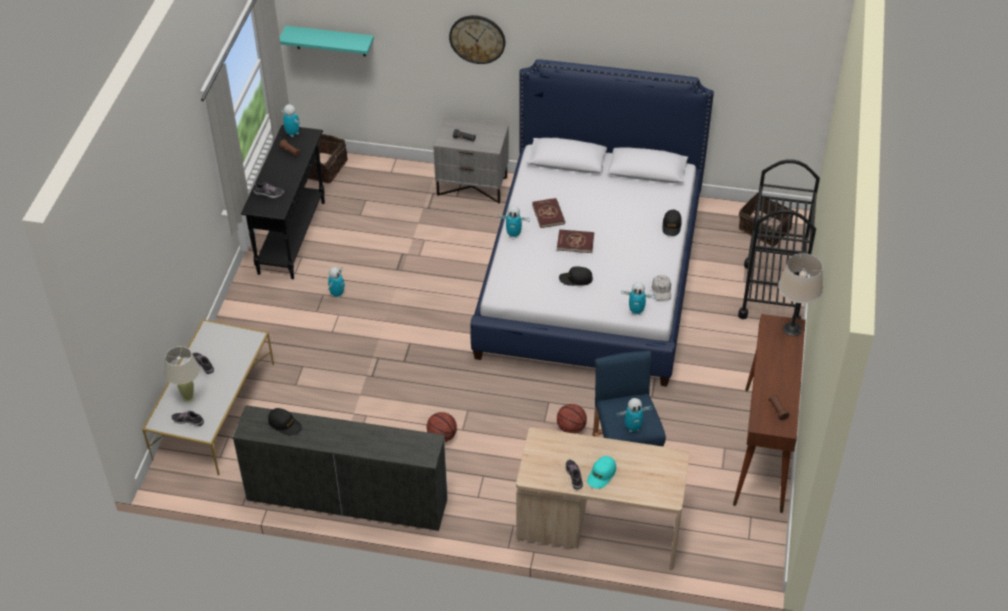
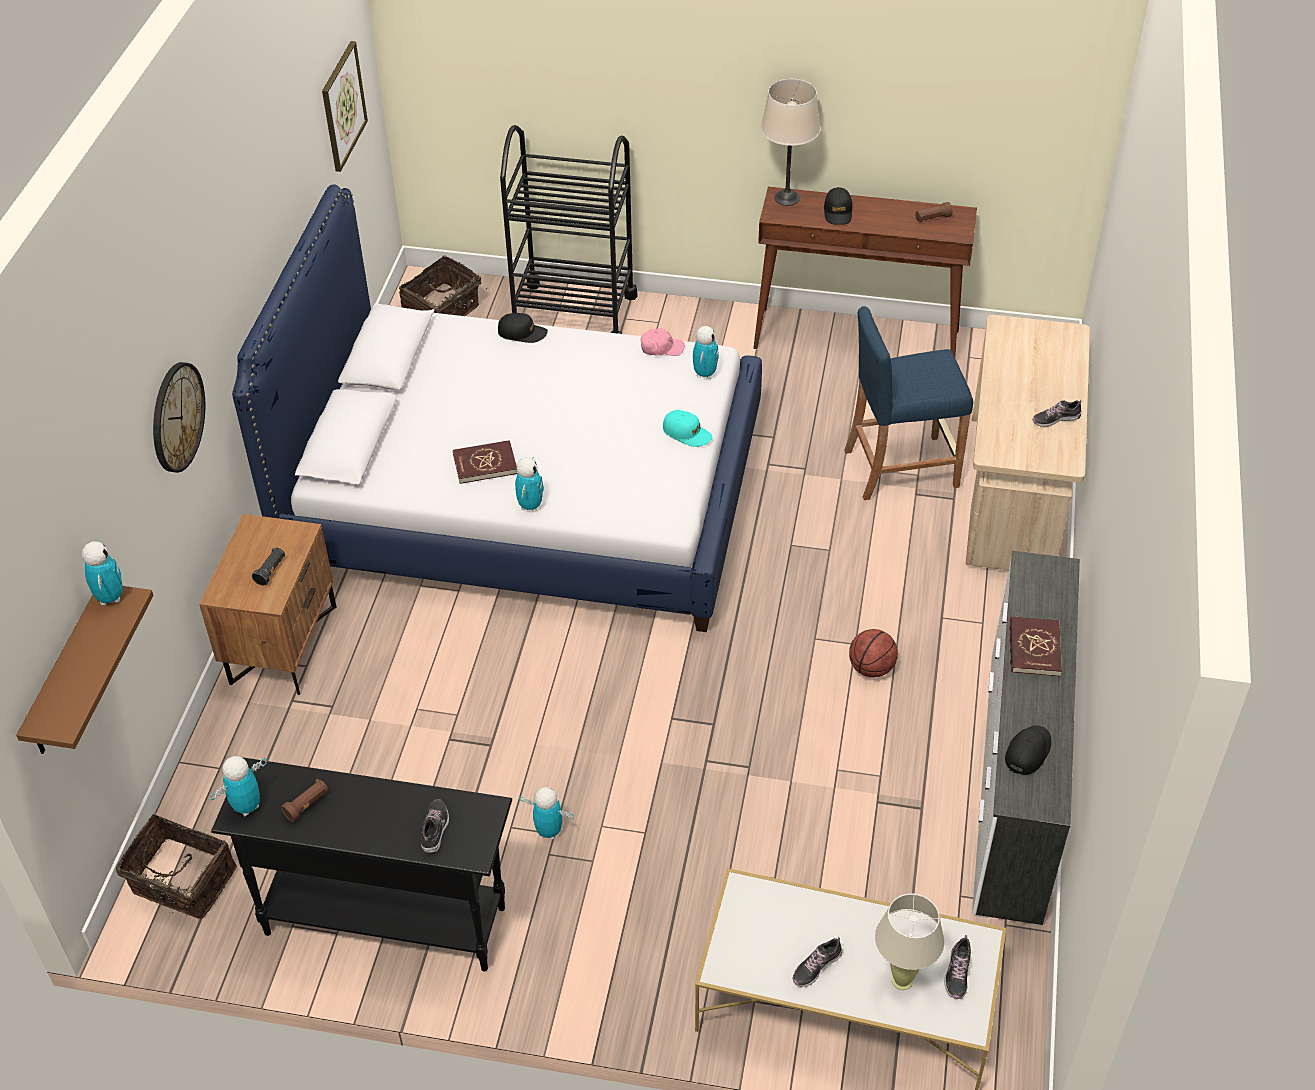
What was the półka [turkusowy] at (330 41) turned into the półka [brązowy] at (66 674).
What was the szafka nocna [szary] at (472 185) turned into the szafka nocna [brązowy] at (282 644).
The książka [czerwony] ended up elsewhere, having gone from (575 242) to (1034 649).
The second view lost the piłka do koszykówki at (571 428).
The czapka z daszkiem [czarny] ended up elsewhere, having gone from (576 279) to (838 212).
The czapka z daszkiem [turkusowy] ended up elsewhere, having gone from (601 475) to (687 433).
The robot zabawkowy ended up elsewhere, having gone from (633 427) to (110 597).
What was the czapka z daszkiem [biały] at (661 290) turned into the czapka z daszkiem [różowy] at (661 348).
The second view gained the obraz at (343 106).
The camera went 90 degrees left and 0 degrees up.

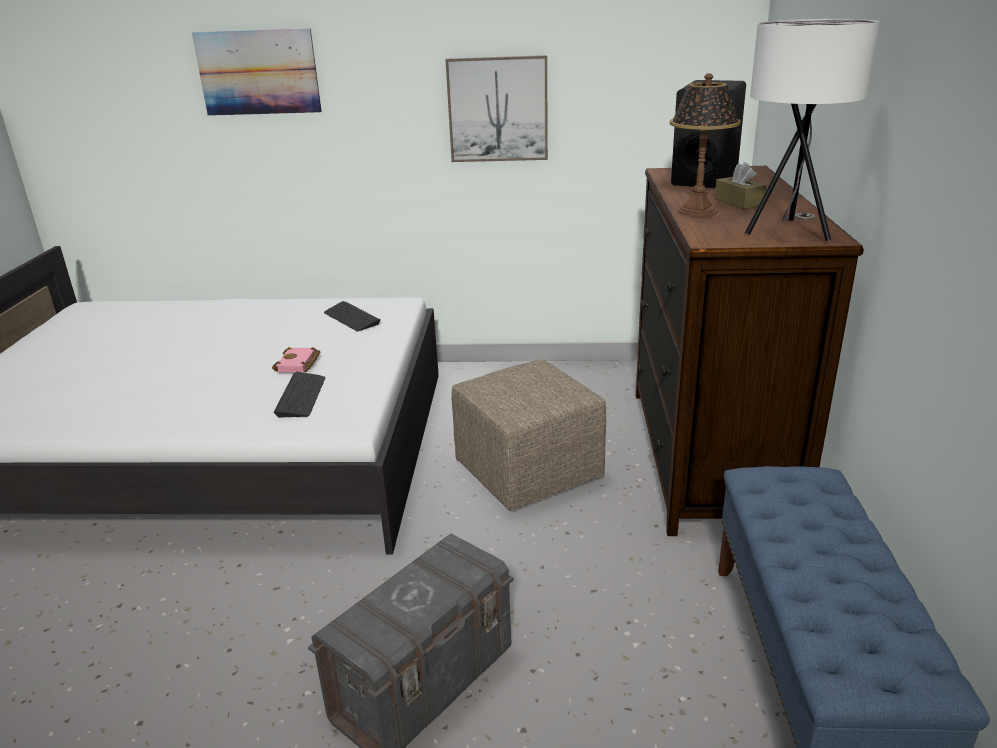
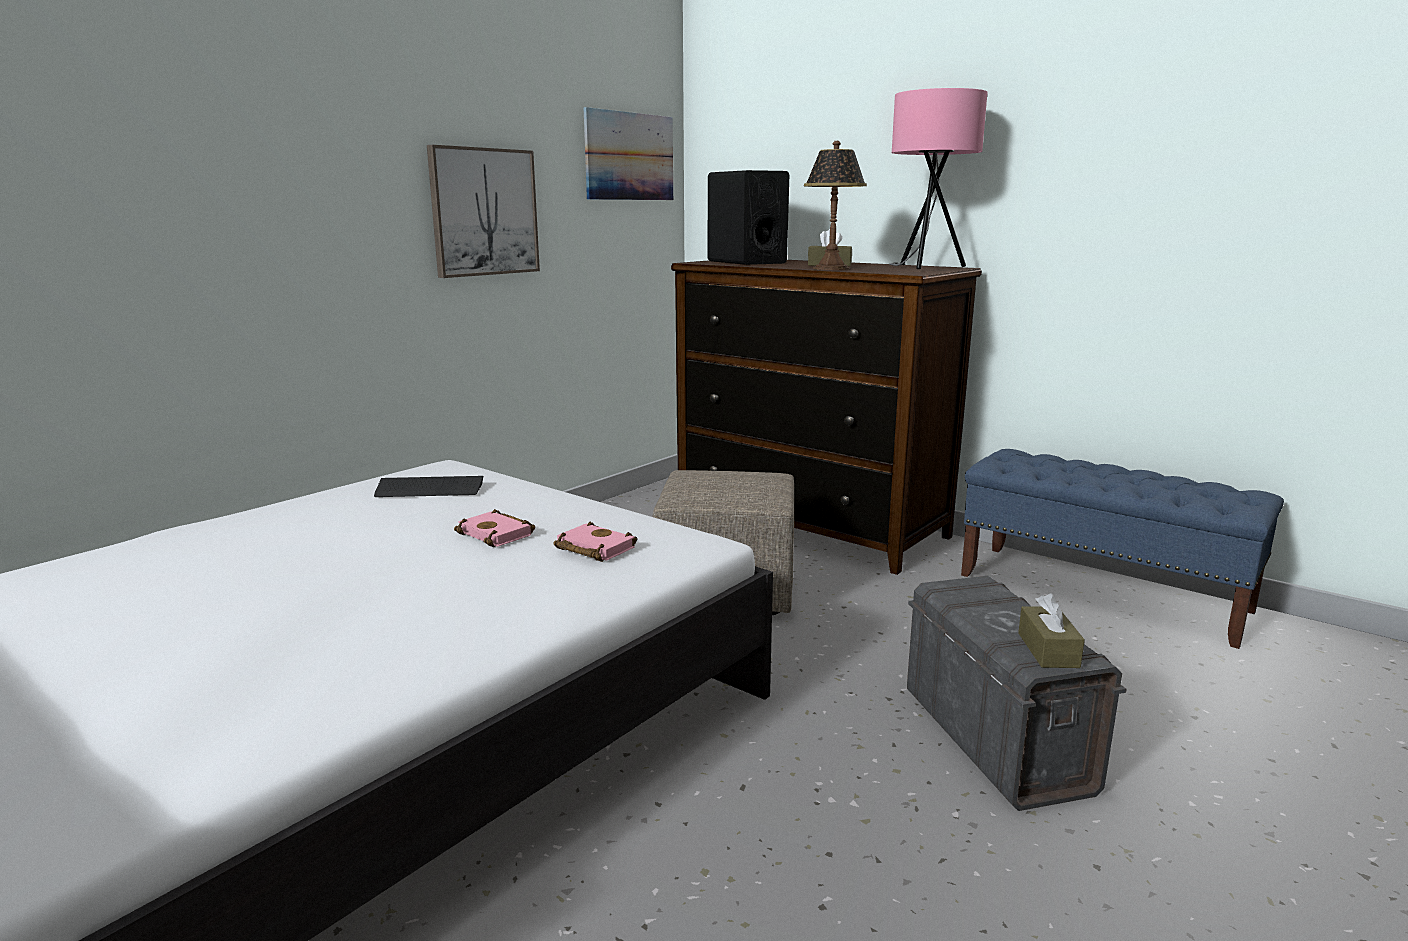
The obraz ended up elsewhere, having gone from (258 72) to (630 156).
Where the klawiatura stood at (301 396), the książka [różowy] came to stand at (592 549).
What was the lampa stołowa [biały] at (789 232) turned into the lampa stołowa [różowy] at (925 268).
The second view gained the pudełko chusteczek [brązowy] at (1048 650).
The camera went 55 degrees left and 10 degrees down.

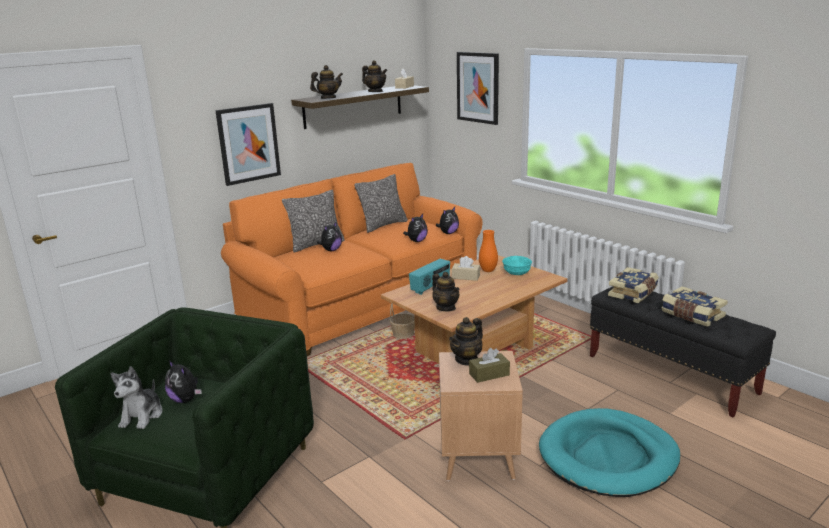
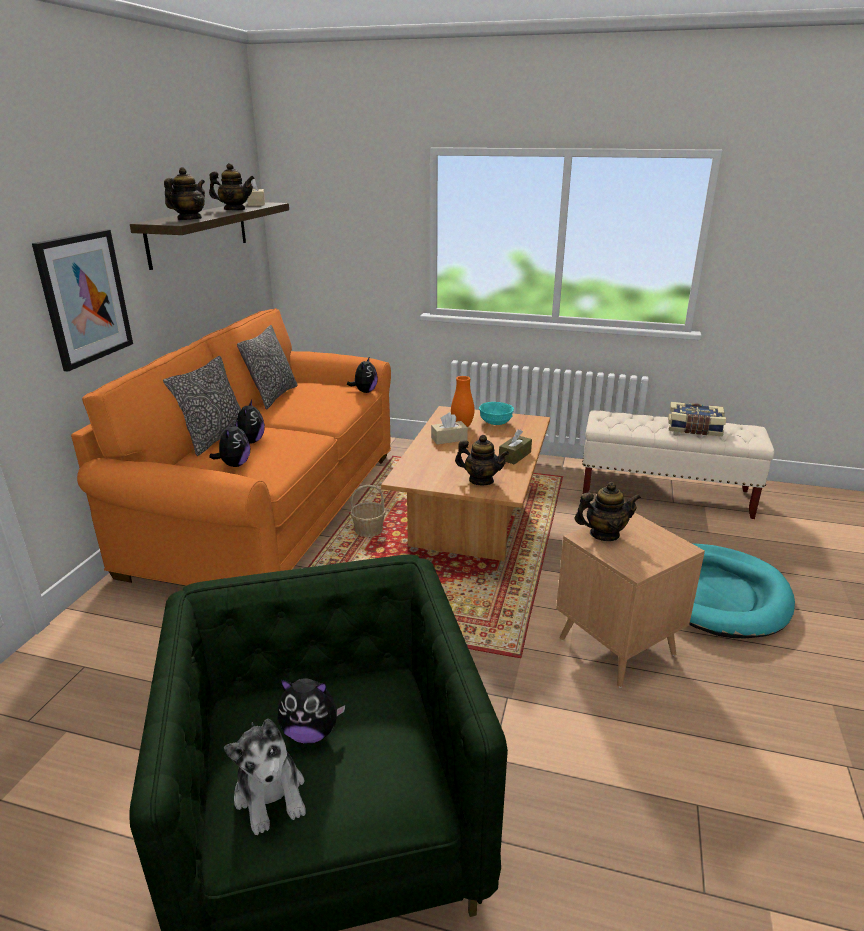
The pluszak ended up elsewhere, having gone from (416 241) to (234 465).
The second view lost the radio at (430 287).
The imbryk at (467 359) ended up facing another way, 105 degrees counterclockwise from before.
The second view lost the obraz at (478 87).
The pudełko chusteczek [brązowy] ended up elsewhere, having gone from (489 374) to (515 456).
What was the ławka [czarny] at (671 374) turned into the ławka [beżowy] at (665 494).
The second view lost the książka at (633 293).
The camera went 35 degrees left and 5 degrees up.

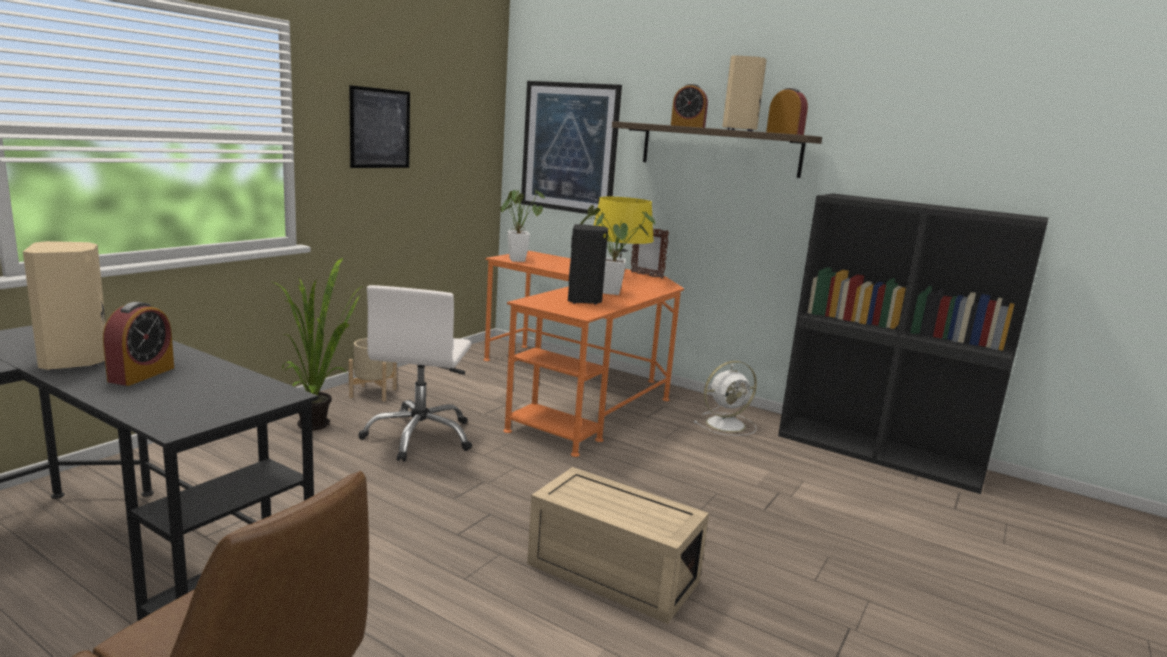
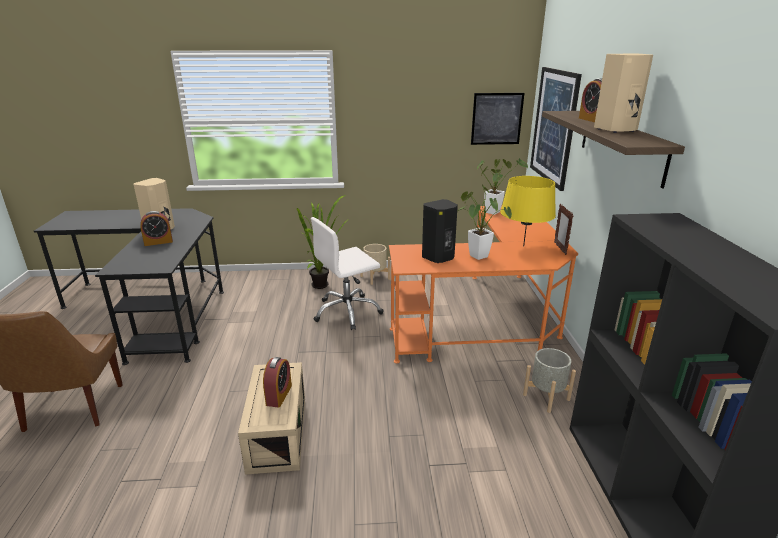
The obraz ended up elsewhere, having gone from (380 128) to (496 119).
Where the wentylator [biały] stood at (727 424), the donica [szary] came to stand at (546 397).
The budzik ended up elsewhere, having gone from (784 133) to (279 395).
The camera went 55 degrees right and 10 degrees up.

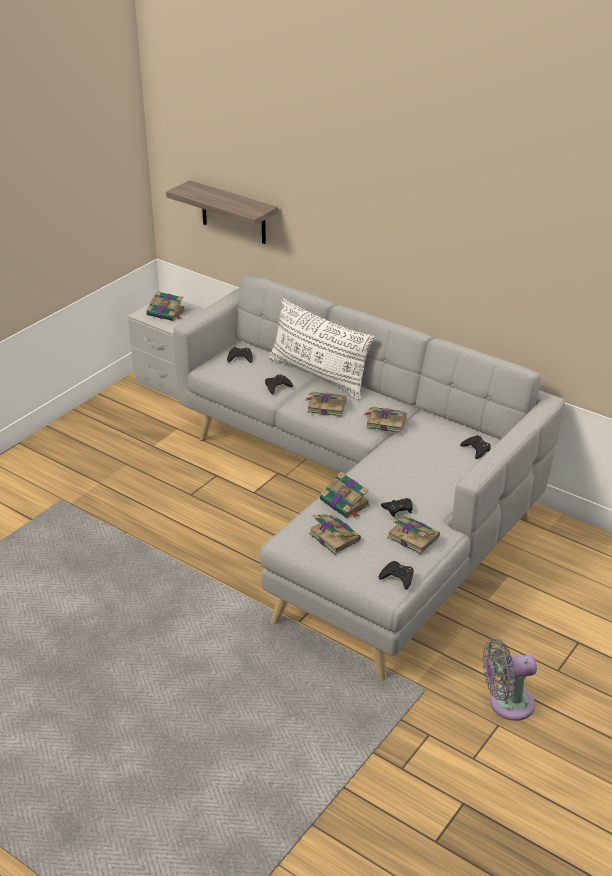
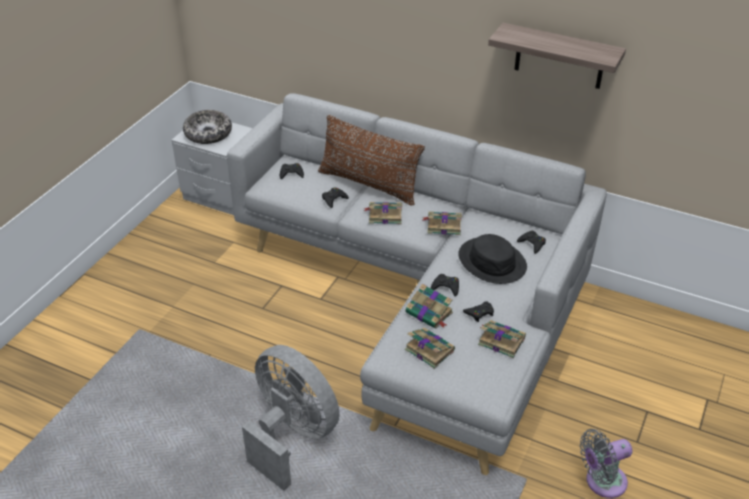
Where the książka stood at (166 313), the miska came to stand at (208 133).
The półka ended up elsewhere, having gone from (233 213) to (559 57).
What was the poduszka [biały] at (318 376) turned into the poduszka [brązowy] at (369 184).
The pad do gier [czarny] ended up elsewhere, having gone from (397 577) to (446 287).
The second view gained the wentylator [szary] at (292 436).
The second view gained the kapelusz [czarny] at (492 261).
The camera went 10 degrees left and 5 degrees up.

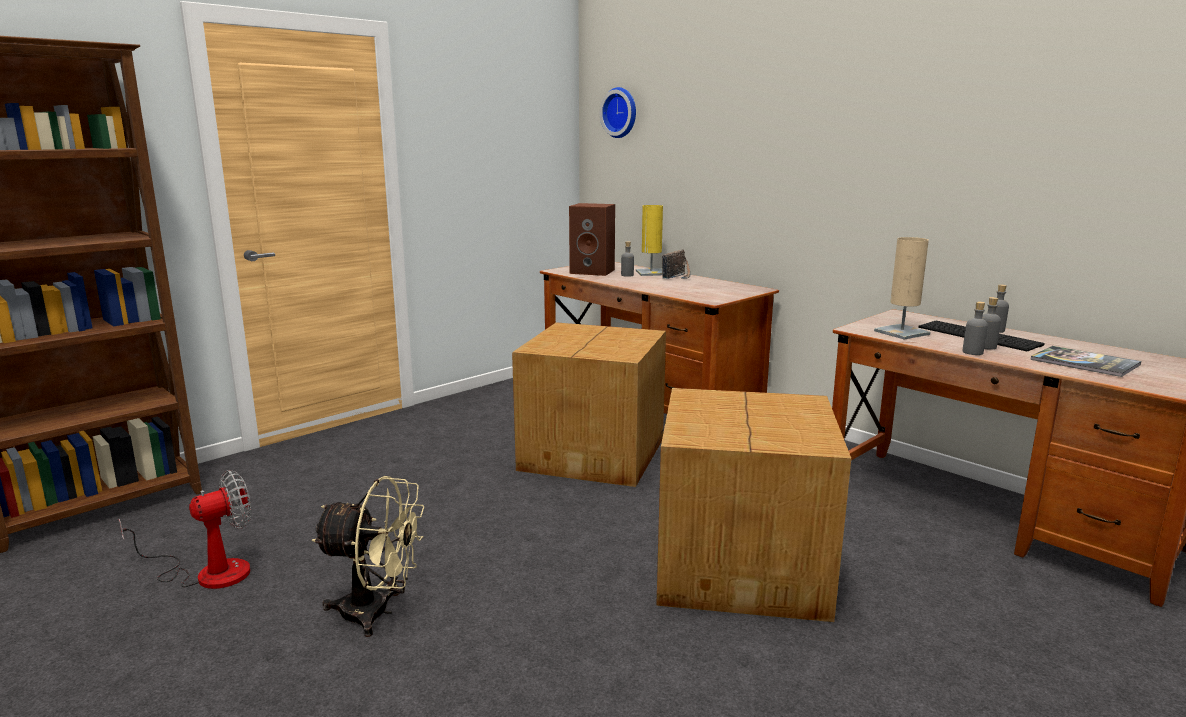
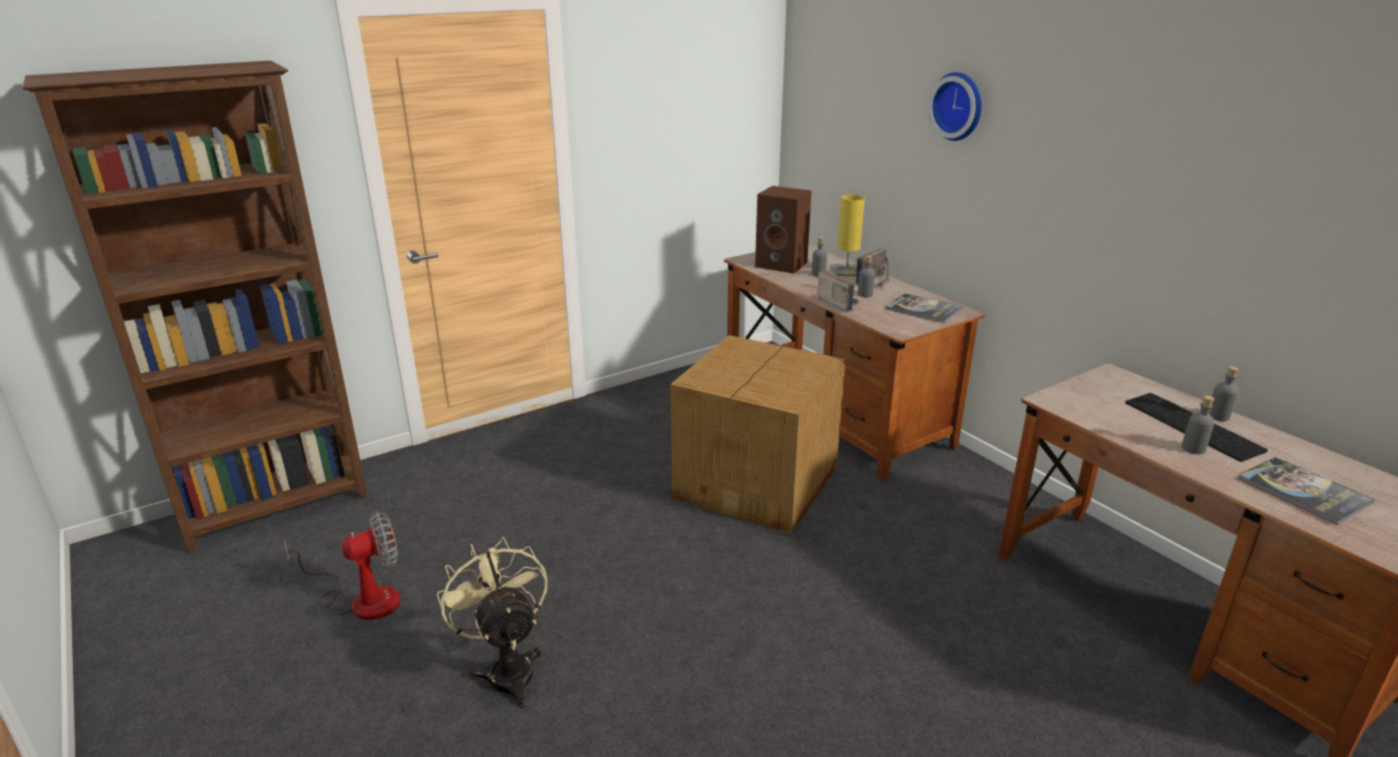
The wentylator [beżowy] at (377 612) ended up facing another way, 135 degrees counterclockwise from before.
The zegar ścienny ended up elsewhere, having gone from (621 113) to (959 106).
The second view lost the karton at (744 565).
The second view lost the lampa stołowa [beżowy] at (901 332).
The butelka [szary] ended up elsewhere, having gone from (972 352) to (865 294).
The second view gained the radio at (838 303).
The second view gained the książka at (923 309).
The camera went 10 degrees right and 10 degrees up.

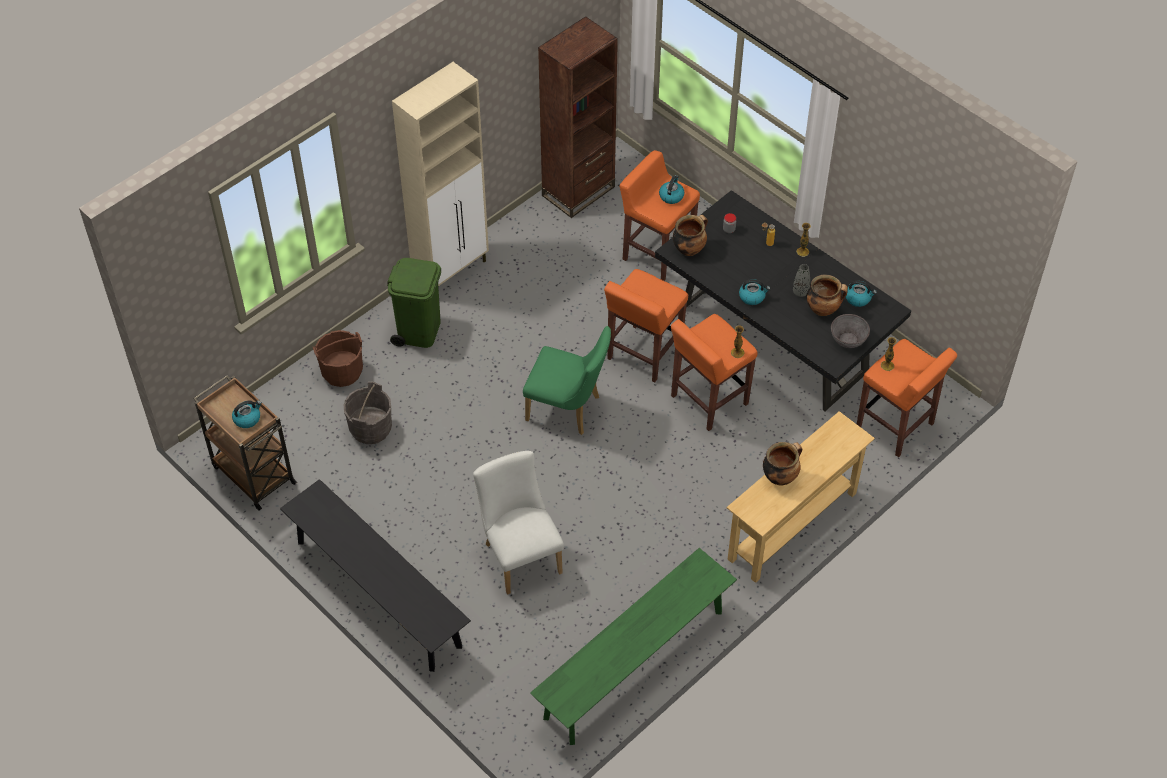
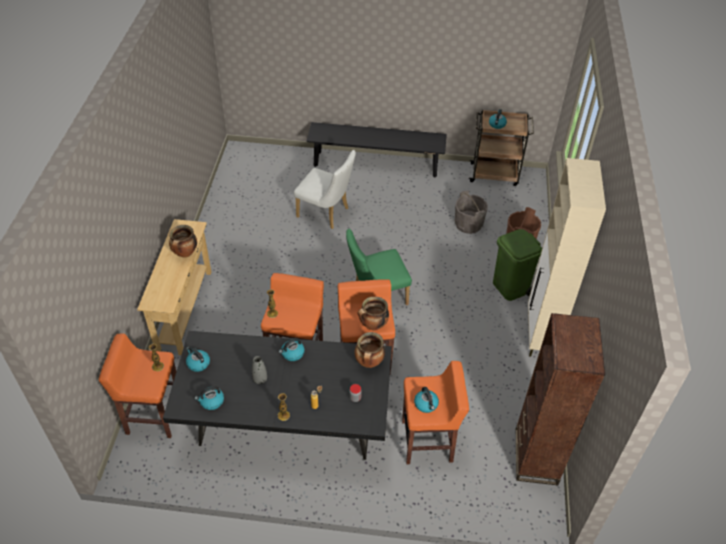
The second view lost the ławka [zielony] at (634 664).
The garnek ended up elsewhere, having gone from (823 309) to (373 325).
Where the miska [szary] stood at (848 339), the czajnik came to stand at (198 363).
The camera went 140 degrees right and 5 degrees down.

